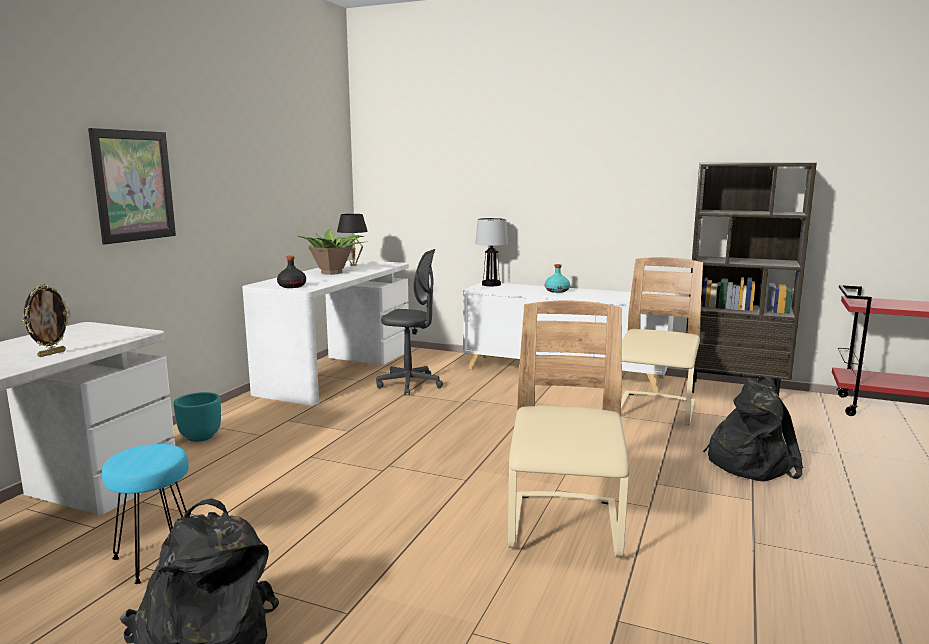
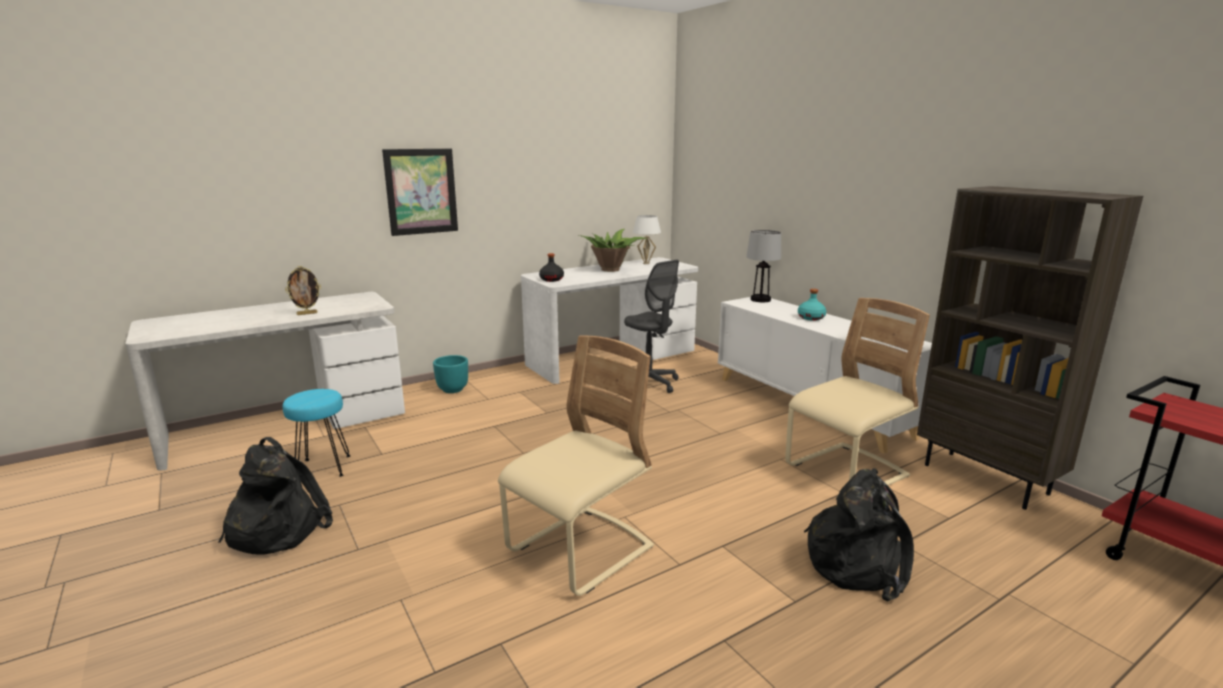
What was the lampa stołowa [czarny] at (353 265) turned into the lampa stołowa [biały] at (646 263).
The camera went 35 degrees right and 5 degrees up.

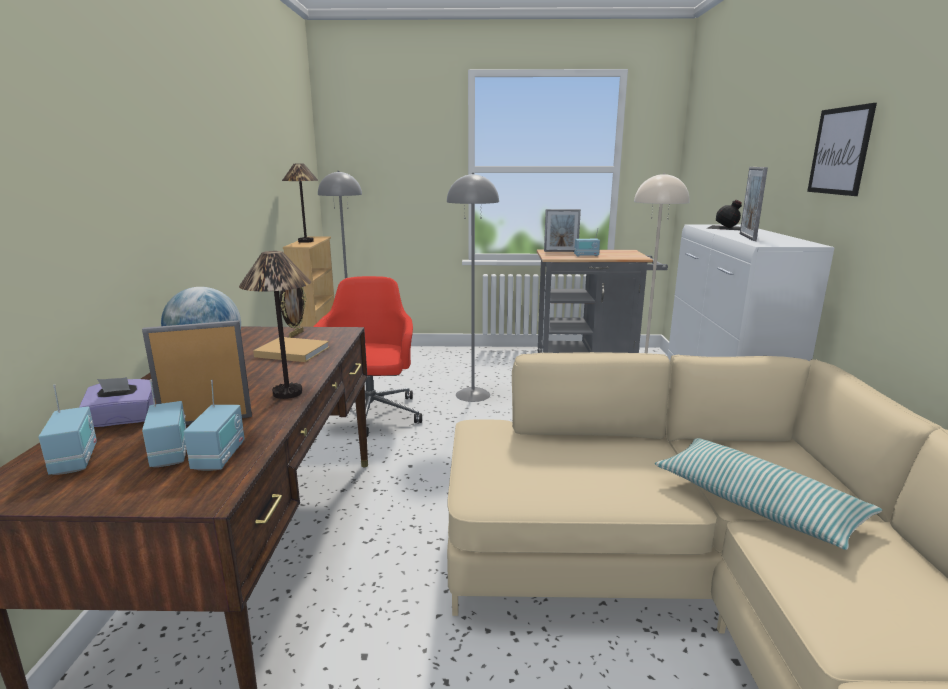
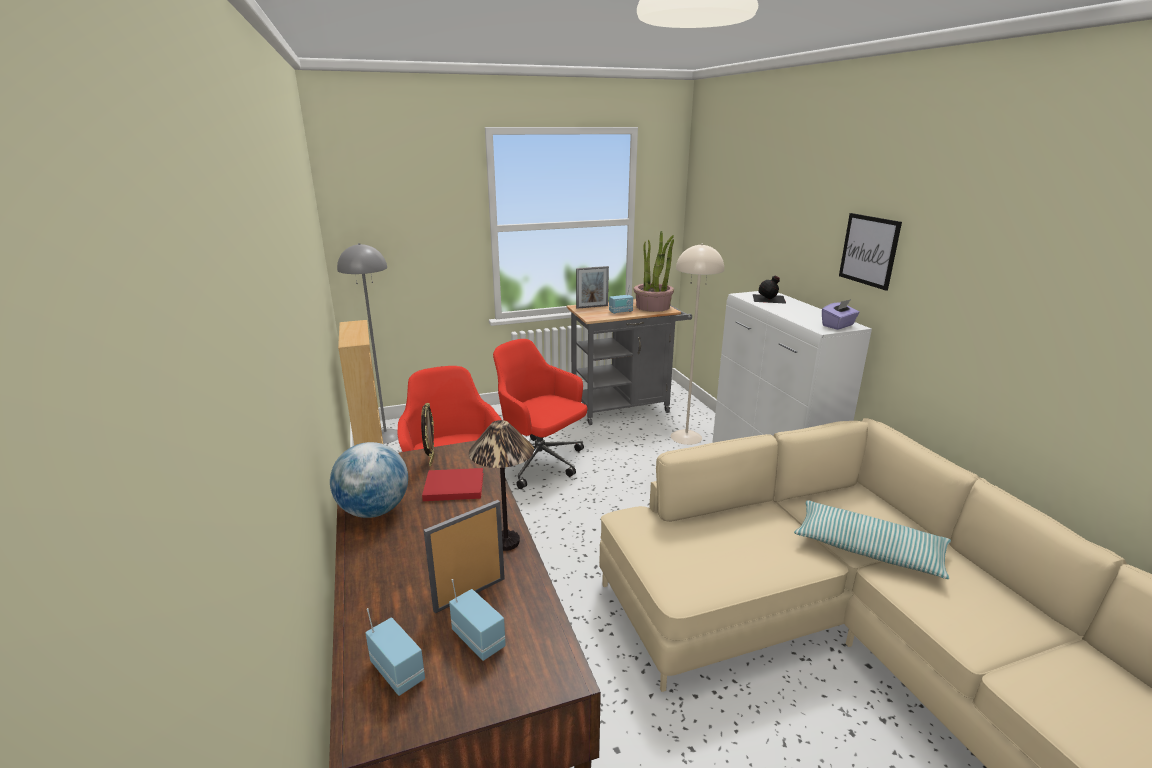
The pudełko chusteczek [fioletowy] ended up elsewhere, having gone from (123 419) to (838 325).
The second view lost the radio at (220 456).
What was the książka [beżowy] at (290 352) turned into the książka [czerwony] at (452 487).
The second view lost the lampa stołowa at (305 241).
Where the lampa stojąca [szary] stood at (473 394), the krzesło biurowe [czerwony] came to stand at (540 462).
The second view lost the ramka na zdjęcie at (747 237).
The second view gained the roślina doniczkowa at (653 307).
The camera went 20 degrees left and 5 degrees up.

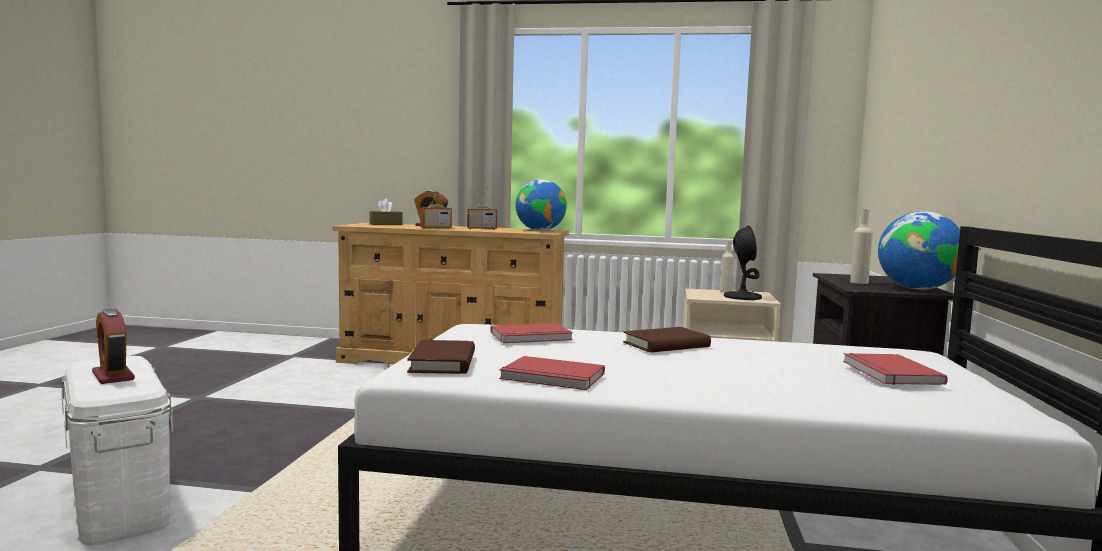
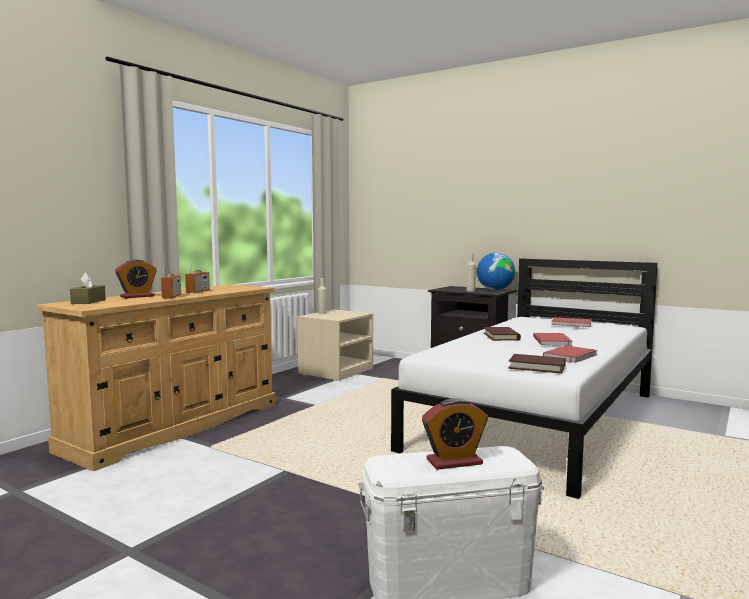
The książka [czerwony] ended up elsewhere, having gone from (532 337) to (553 341).
The second view lost the globus at (540 230).
The second view lost the lampa stołowa [czarny] at (742 297).
The camera went 65 degrees left and 0 degrees up.

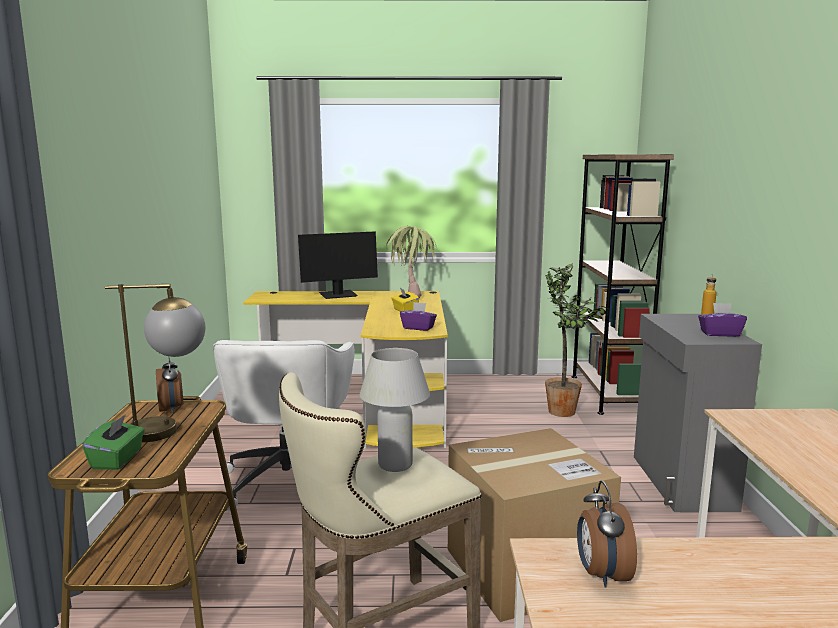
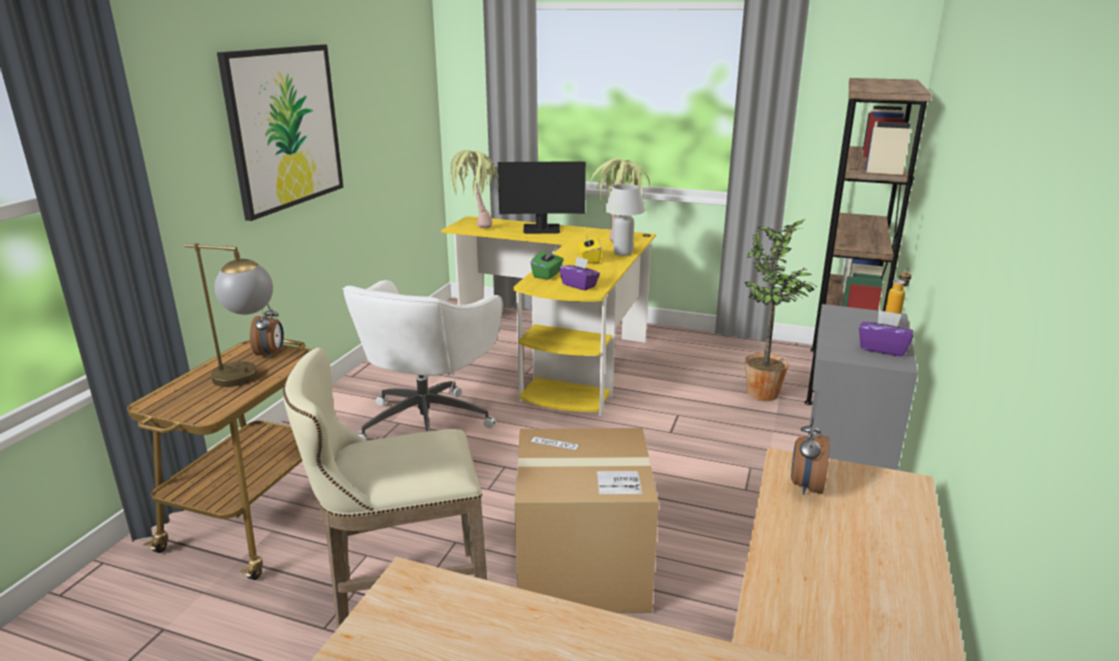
The pudełko chusteczek [zielony] ended up elsewhere, having gone from (117 460) to (547 275).
The lampa stołowa [biały] ended up elsewhere, having gone from (395 465) to (623 252).
The budzik ended up elsewhere, having gone from (601 574) to (805 486).
The second view gained the obraz at (284 128).
The second view gained the roślina doniczkowa at (474 224).
The camera went 20 degrees right and 10 degrees up.

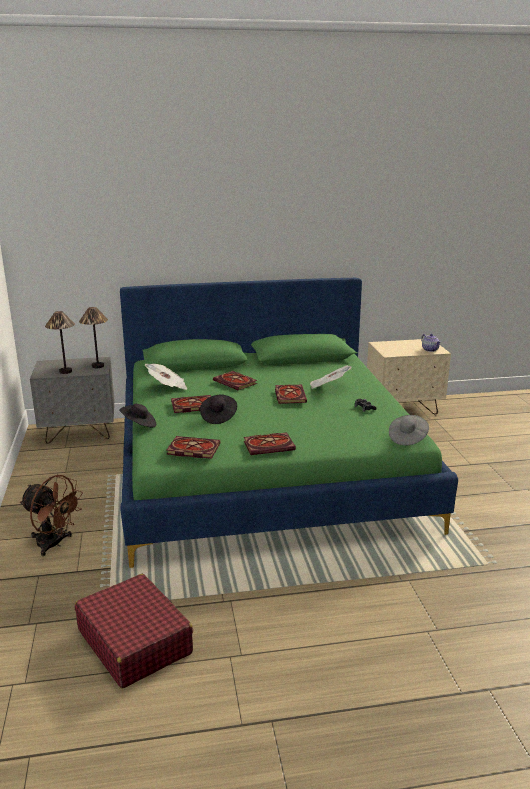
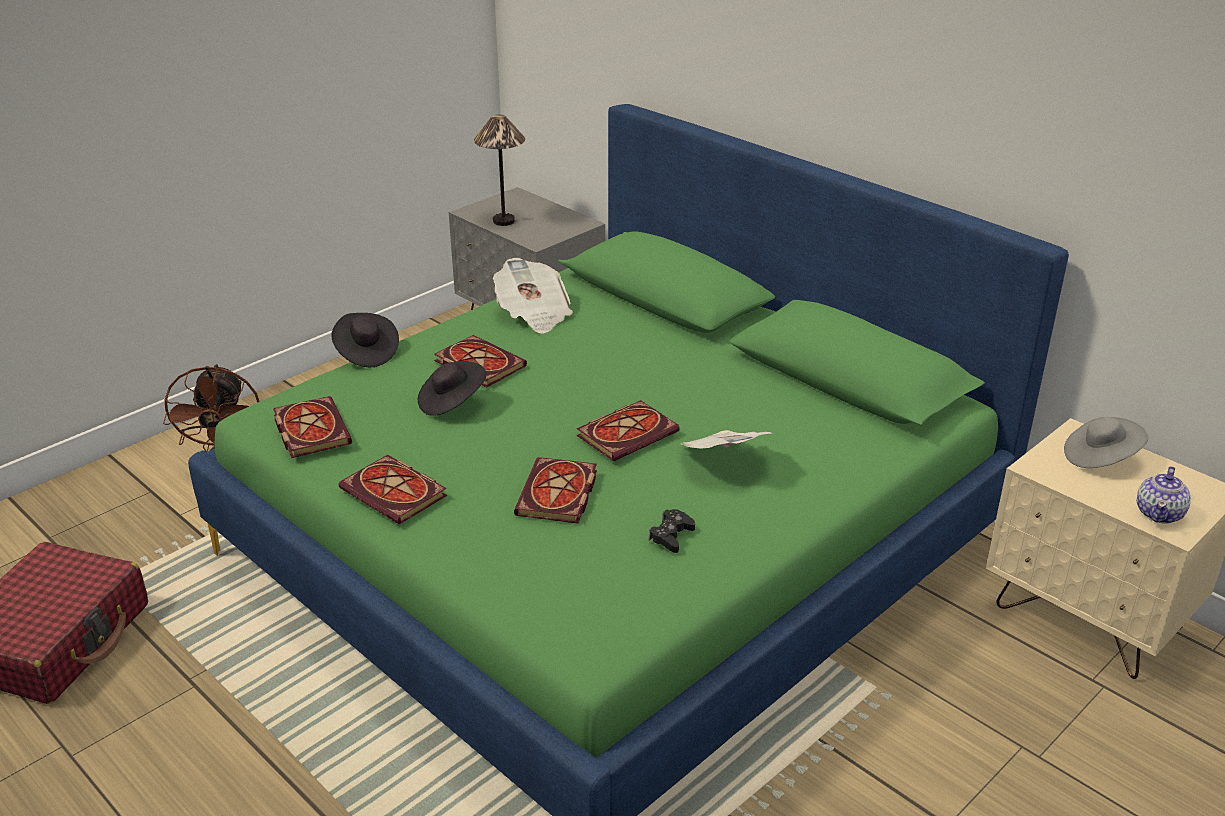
The second view lost the lampa stołowa at (98 366).
The książka ended up elsewhere, having gone from (236 382) to (558 495).
The kapelusz [szary] ended up elsewhere, having gone from (407 438) to (1100 458).
The camera went 55 degrees right and 10 degrees up.

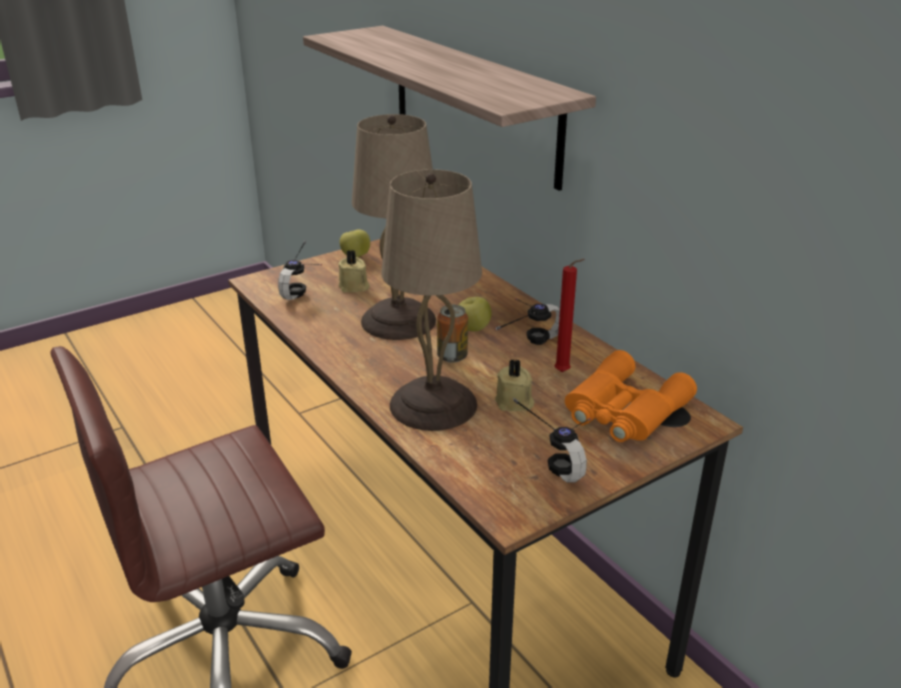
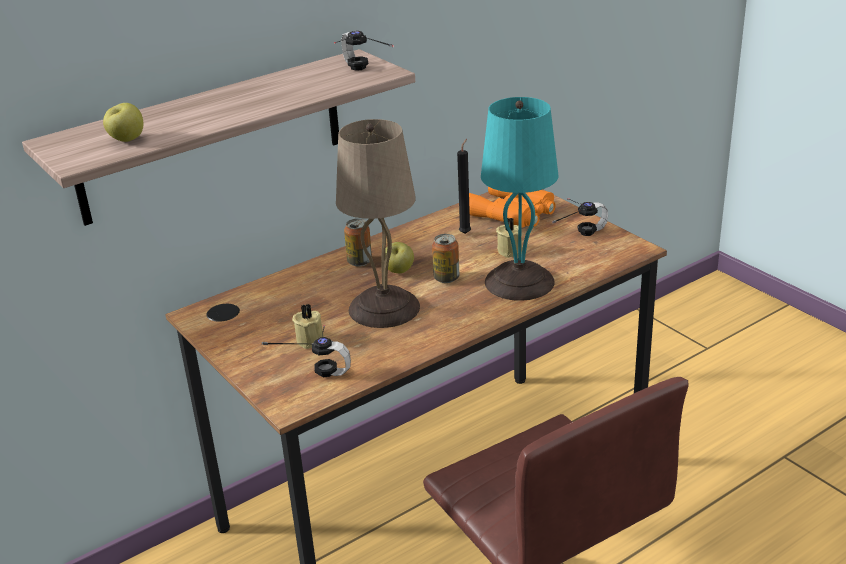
The jabłko ended up elsewhere, having gone from (355 257) to (127 140).
What was the lampa stołowa [beżowy] at (432 405) turned into the lampa stołowa [turkusowy] at (521 282).
The słuchawki ended up elsewhere, having gone from (520 341) to (358 73).
What was the świeca [czerwony] at (564 373) turned into the świeca [czarny] at (466 232).
The second view gained the puszka at (359 262).
The camera went 90 degrees left and 0 degrees up.

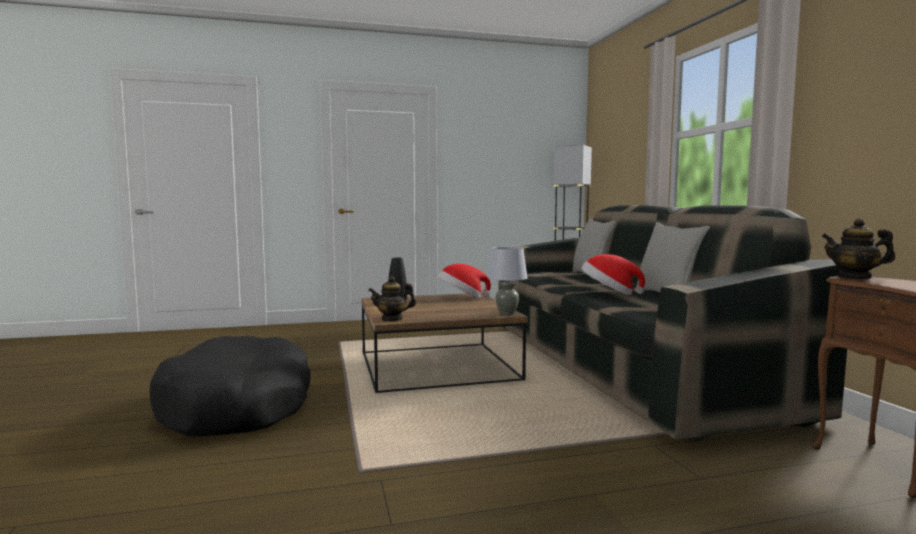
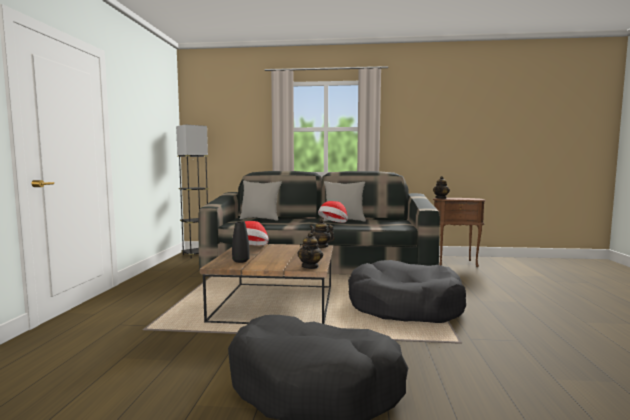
Where the lampa stołowa [szary] stood at (507 313), the imbryk came to stand at (321 246).
The second view gained the legowisko [czarny] at (404 306).
The camera went 70 degrees left and 0 degrees up.

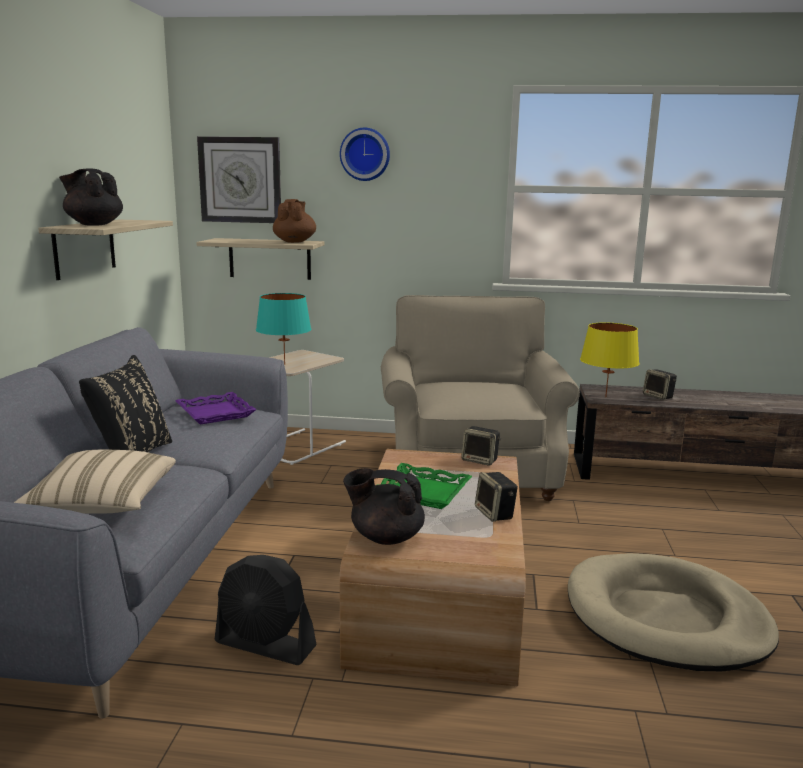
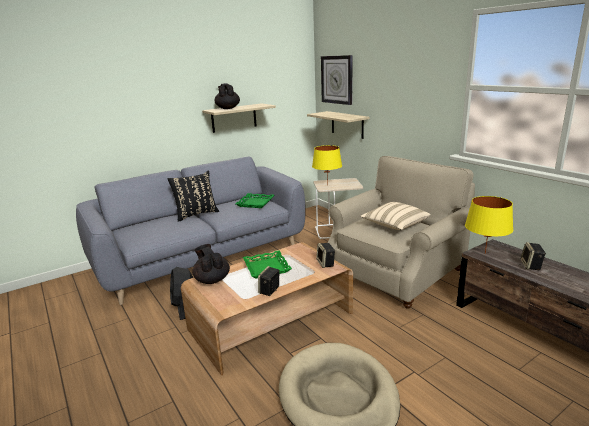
The poduszka [beżowy] ended up elsewhere, having gone from (102 505) to (394 225).
What was the taca [fioletowy] at (216 413) turned into the taca [zielony] at (255 203).
What was the lampa stołowa [turkusowy] at (284 364) turned into the lampa stołowa [żółty] at (327 185).
The second view lost the imbryk [brązowy] at (294 242).
The second view lost the zegar ścienny at (365 154).
The camera went 50 degrees right and 5 degrees up.

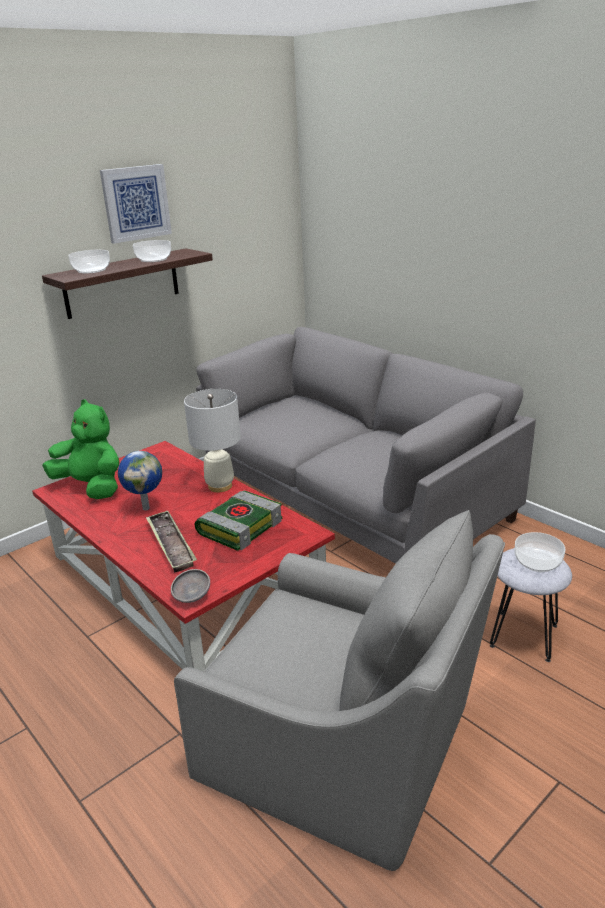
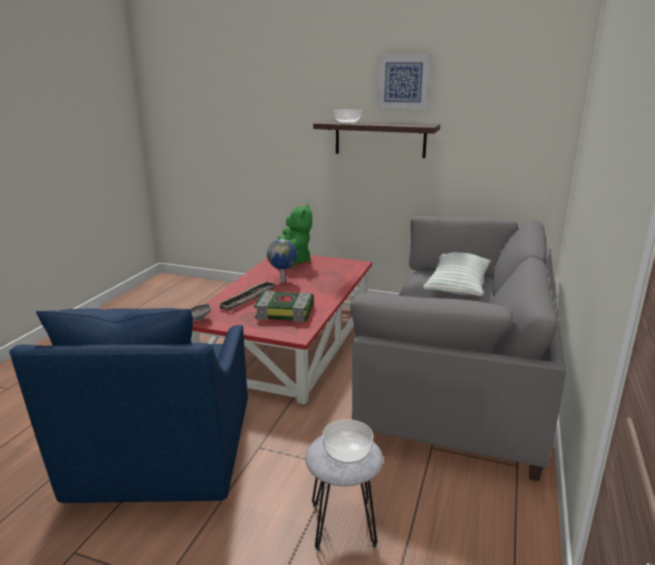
The second view lost the miska at (154 259).
What was the fotel [szary] at (345 749) turned into the fotel [niebieski] at (161 455).
The second view lost the lampa stołowa [biały] at (220 486).
The second view gained the poduszka at (457 287).
The camera went 60 degrees right and 5 degrees down.

